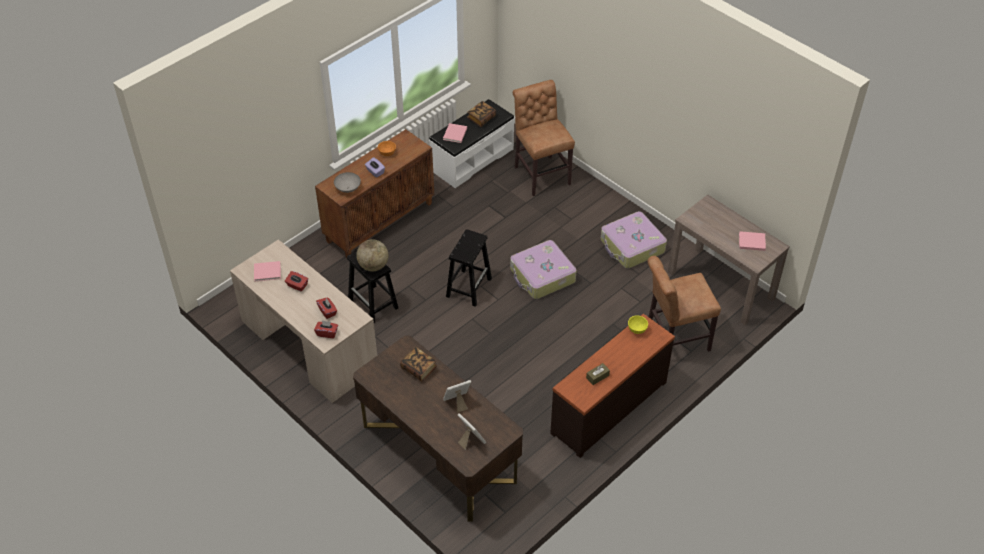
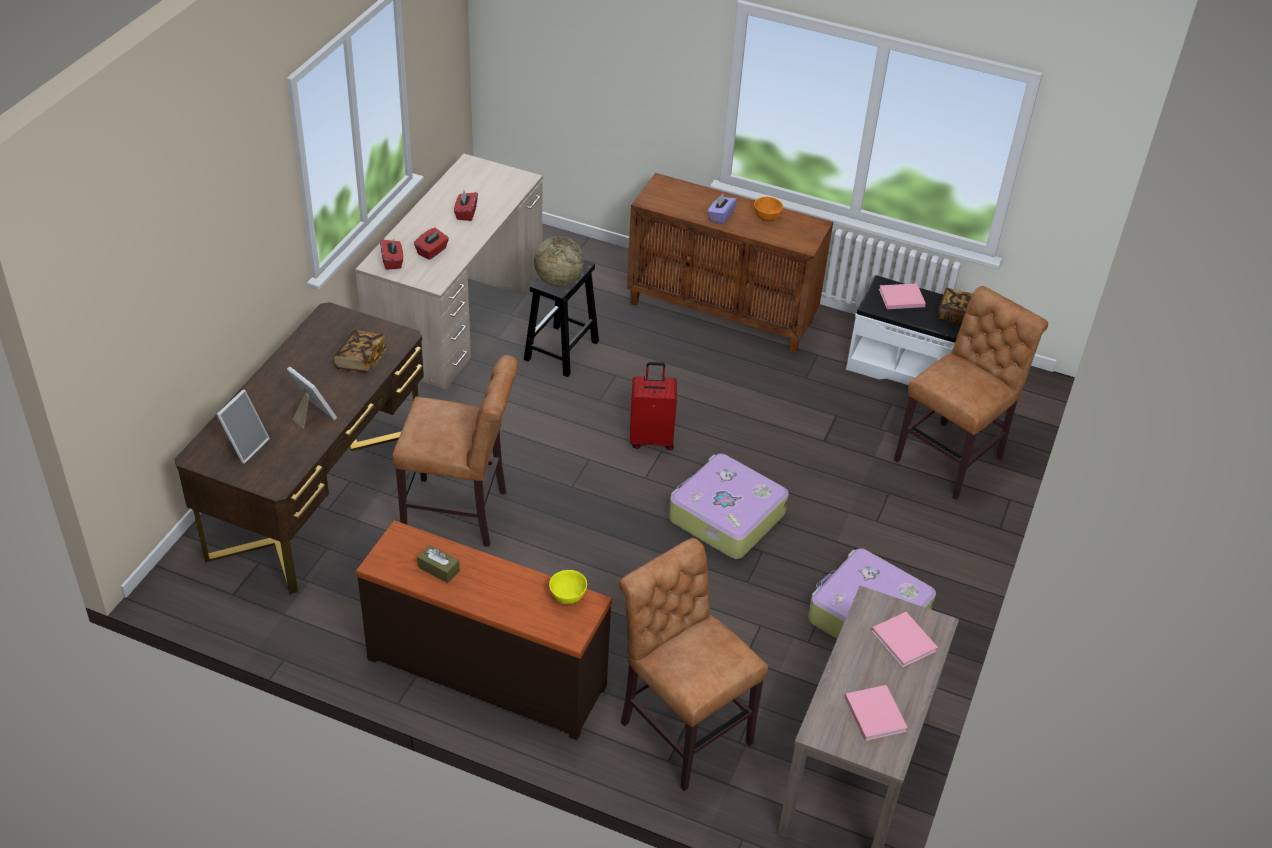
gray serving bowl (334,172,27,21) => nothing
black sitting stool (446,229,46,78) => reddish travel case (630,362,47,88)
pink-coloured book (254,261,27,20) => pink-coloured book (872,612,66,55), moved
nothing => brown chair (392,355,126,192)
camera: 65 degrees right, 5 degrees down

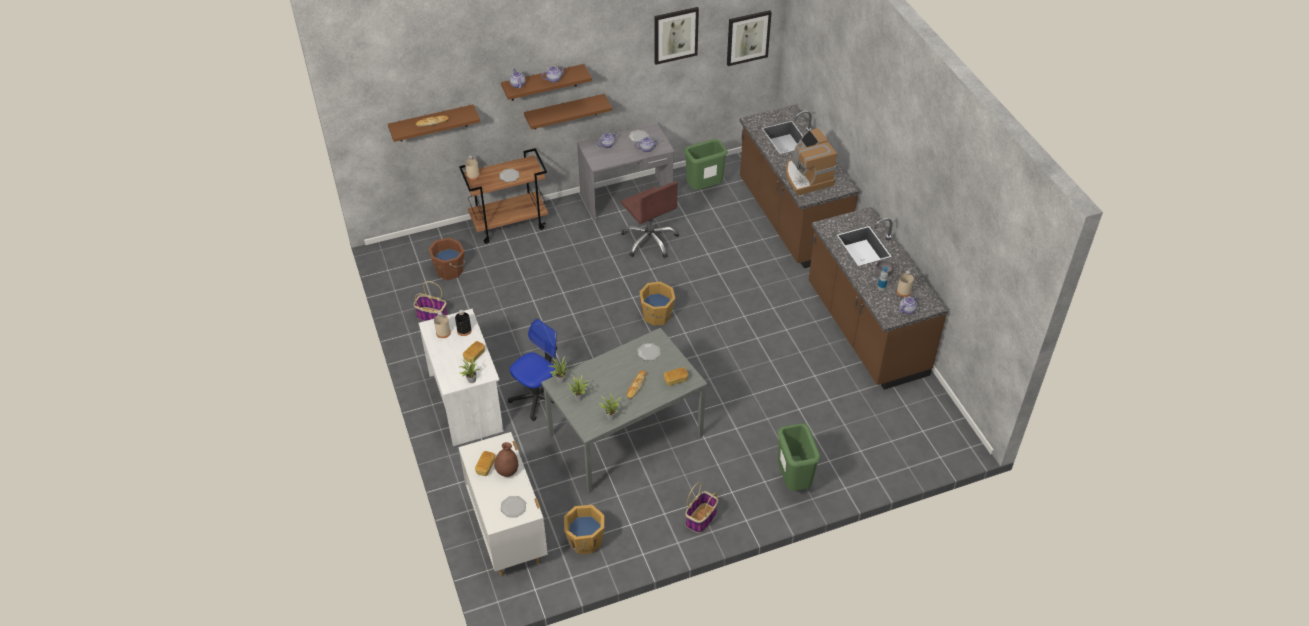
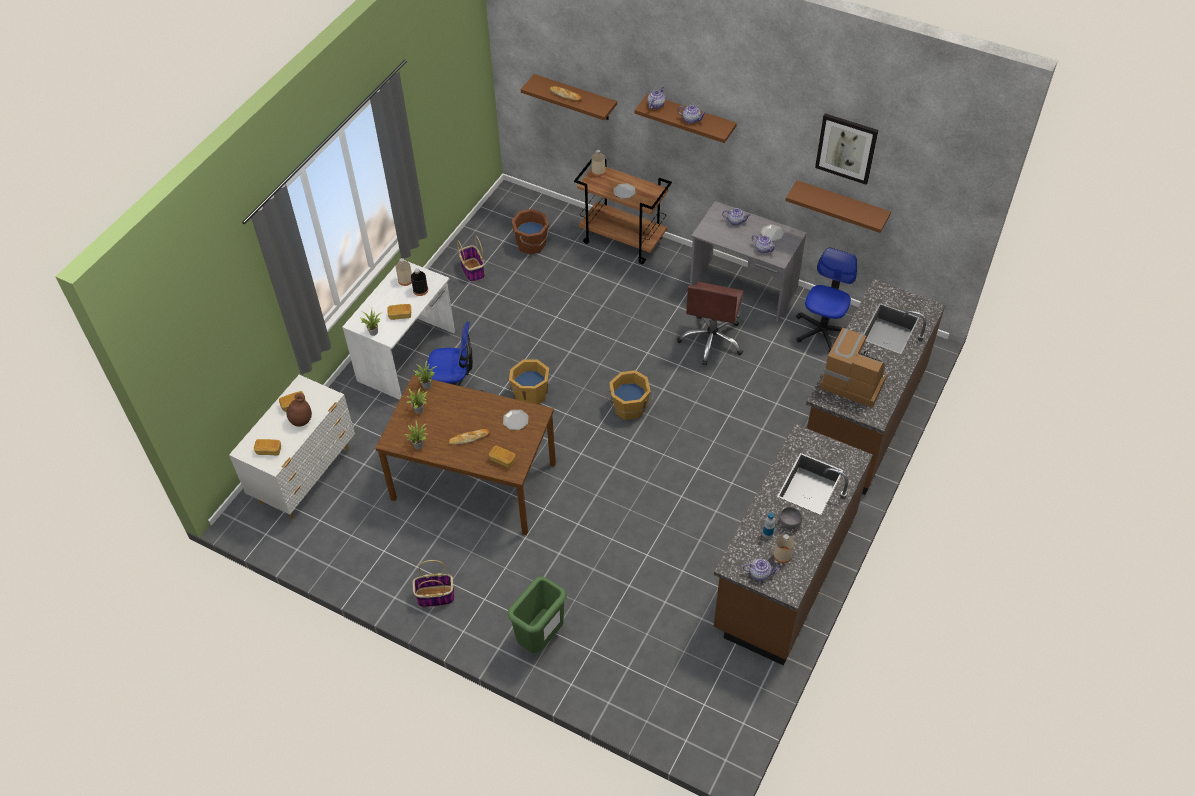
wall picture (727,10,45,56) => nothing
brown shelf (524,94,88,35) => brown shelf (785,180,106,53), moved
coffee brewer (786,128,51,68) => coffee brewer (819,328,68,80), 90 degrees clockwise
greenish rubbish bin (684,139,44,51) => desk chair (796,248,61,104)
gray kitchen table (541,328,166,165) => brown kitchen table (375,375,181,160)
dinner plate (501,496,25,21) => baked bread (254,439,27,16)
orangey water bucket (564,505,40,49) => orangey water bucket (509,360,40,45), moved
camera: 50 degrees right, 5 degrees up

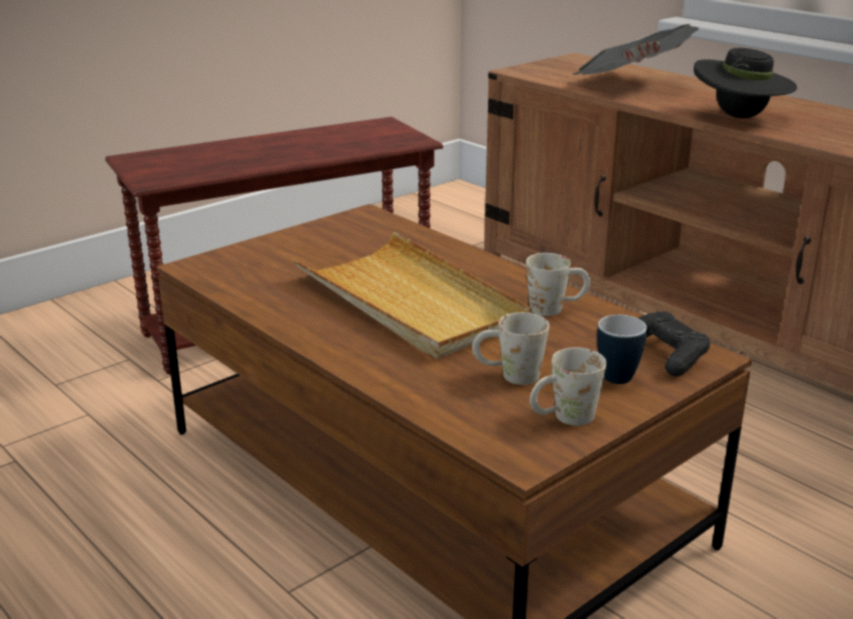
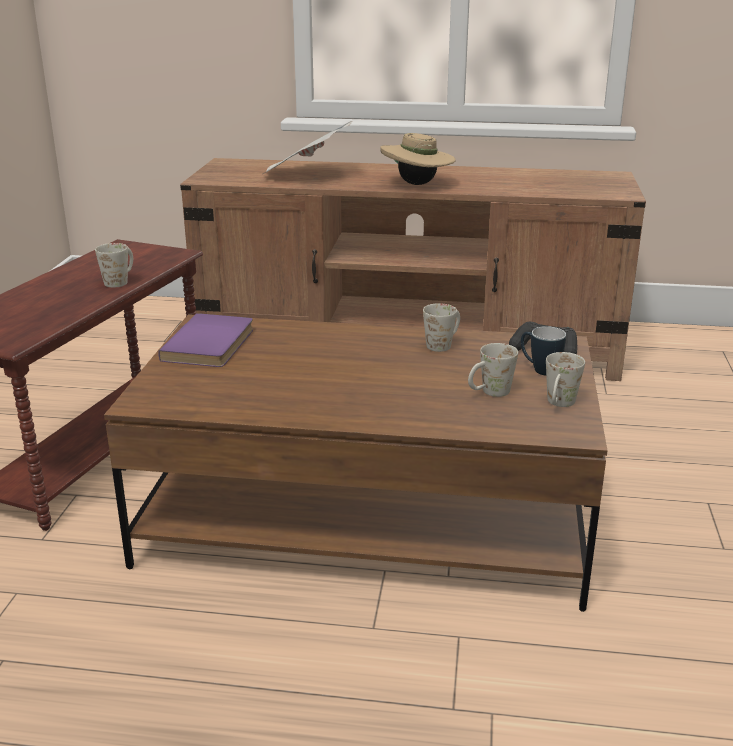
black clothing hat (694,48,103,70) => sand-coloured clothing hat (380,133,76,52)
sand-coloured tray (293,231,239,128) => nothing
nothing => whitish tea mug (95,243,38,45)
nothing => purple-coloured book (159,313,94,54)
camera: 40 degrees left, 0 degrees up

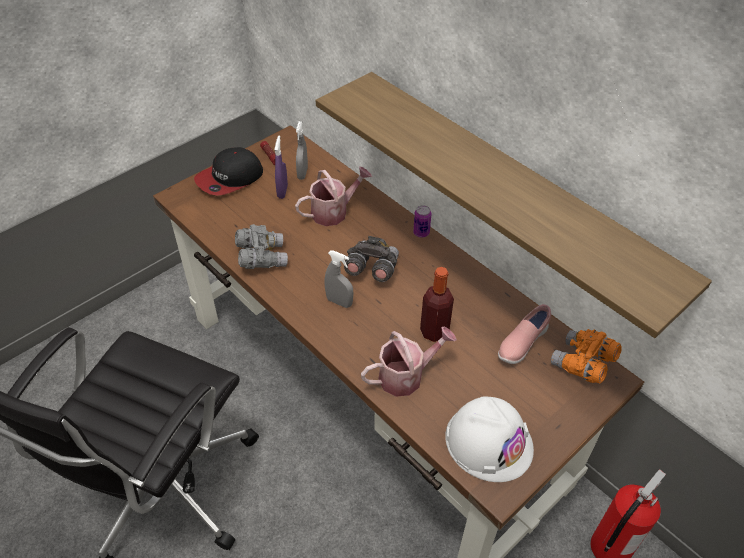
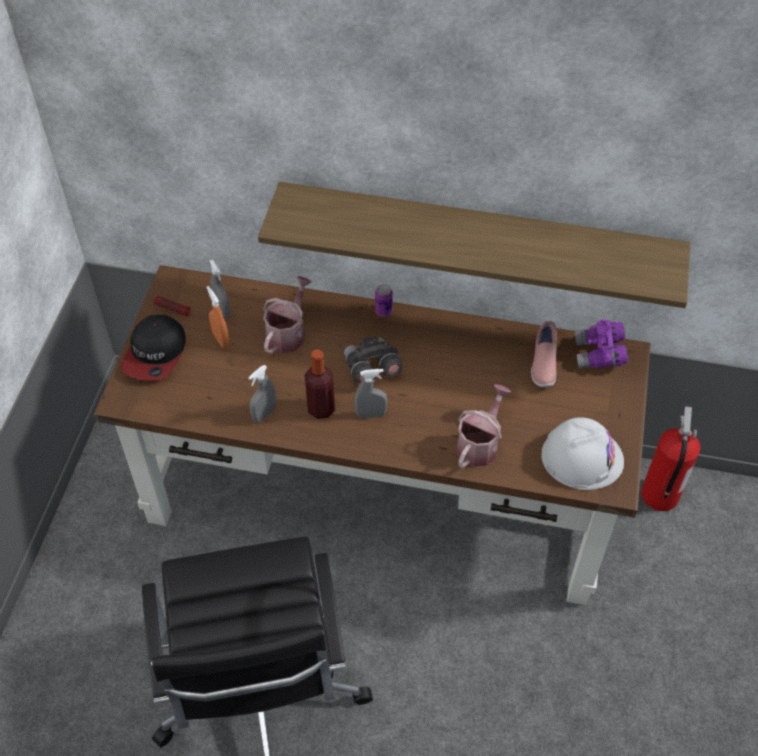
purple-coloured sprayer (274,136,14,63) => orangey sprayer (206,286,24,62)
gray field glasses (235,224,53,45) => gray sprayer (248,365,28,58)
beverage bottle (420,267,34,75) => beverage bottle (305,349,30,70), moved
orangey field glasses (551,329,71,54) => purple-coloured field glasses (575,320,53,48)
camera: 35 degrees left, 5 degrees up

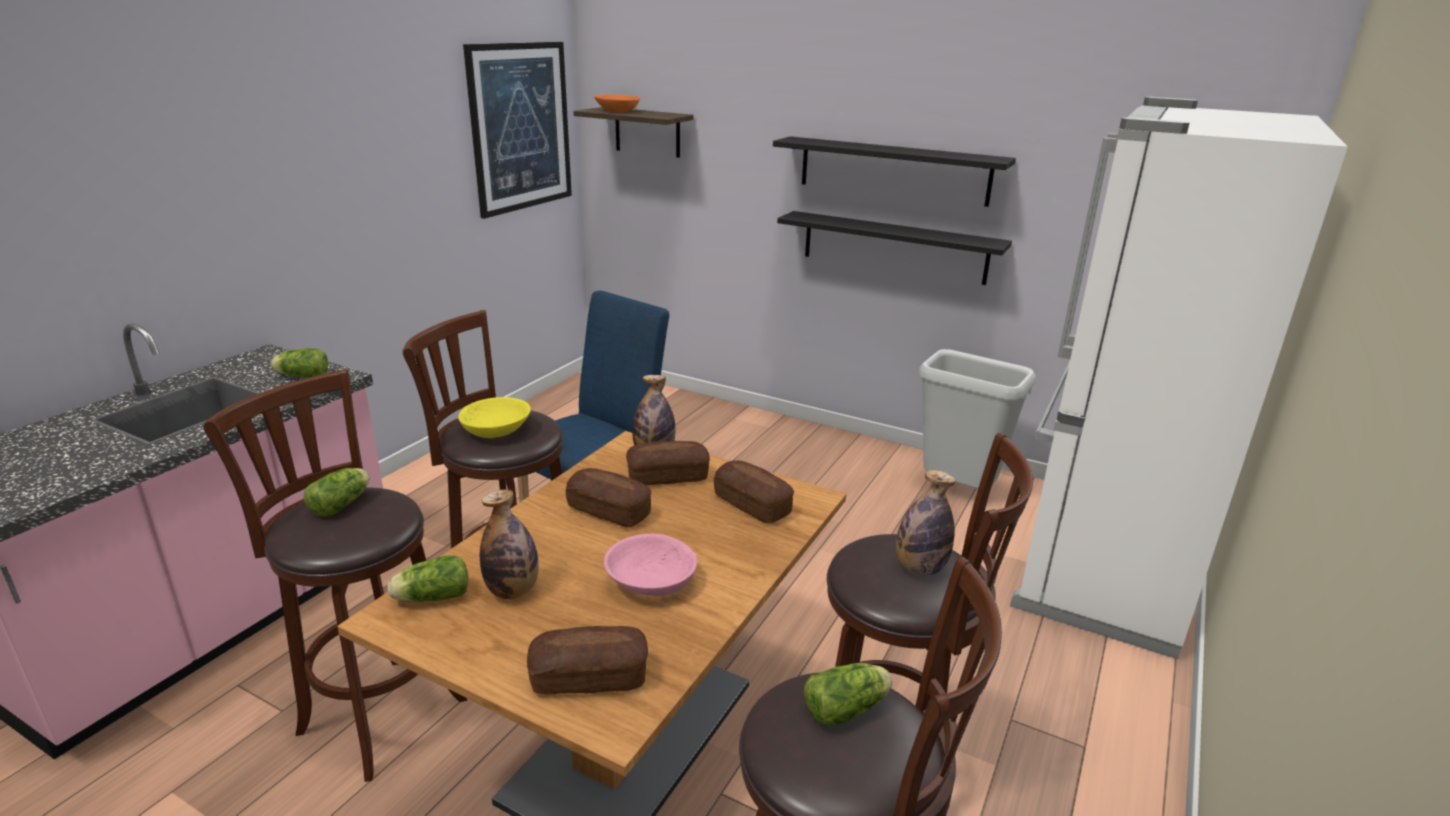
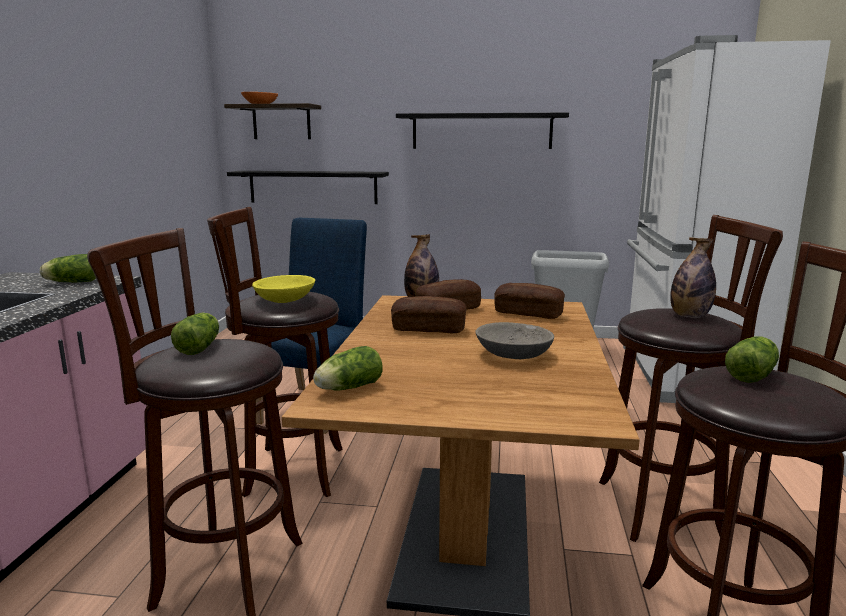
wall picture (463,42,109,177) => nothing
black shelf (777,211,235,74) => black shelf (227,171,162,33), moved
beverage bottle (480,489,59,110) => nothing
pink-coloured serving bowl (604,534,93,62) => gray serving bowl (475,322,79,37)
baked bread (527,626,121,69) => nothing
camera: 20 degrees left, 10 degrees down

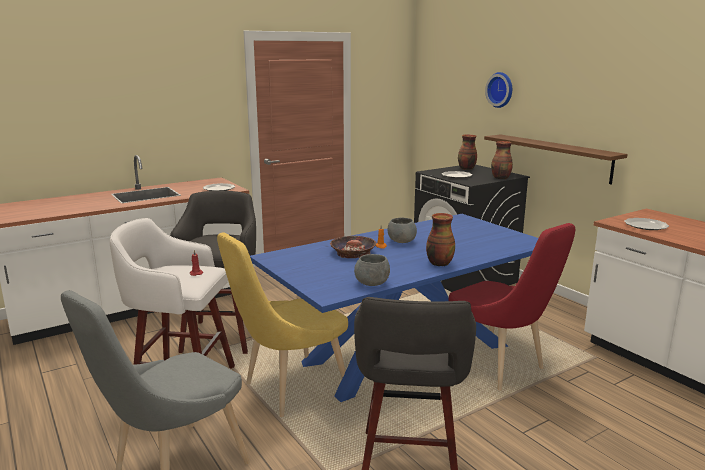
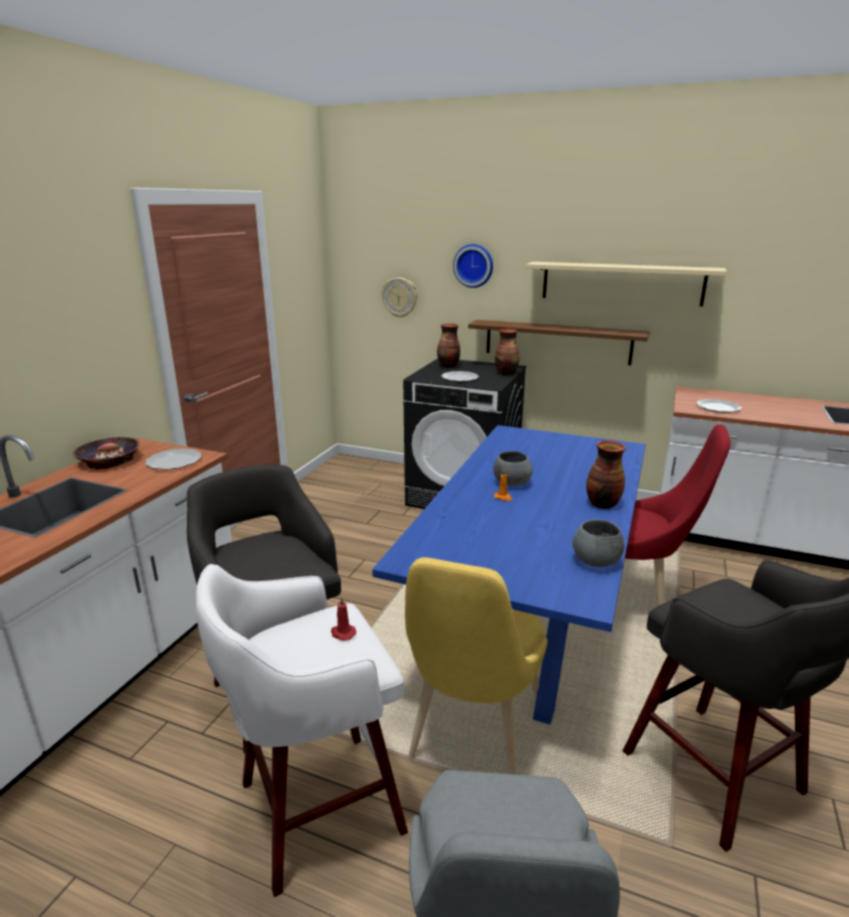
serving bowl (330,236,46,22) => serving bowl (73,437,67,33), moved
nothing => sand-coloured shelf (526,262,201,44)
nothing => clock on the wall (382,277,36,41)
camera: 35 degrees left, 5 degrees up

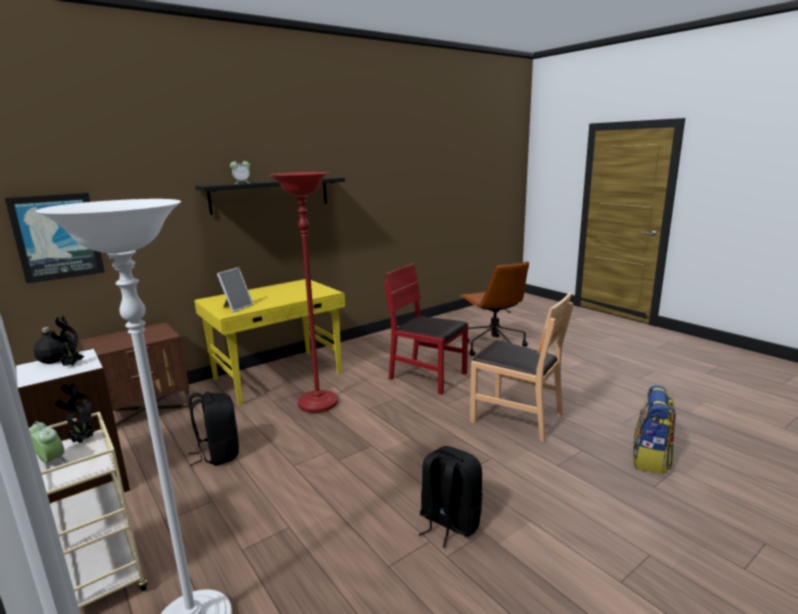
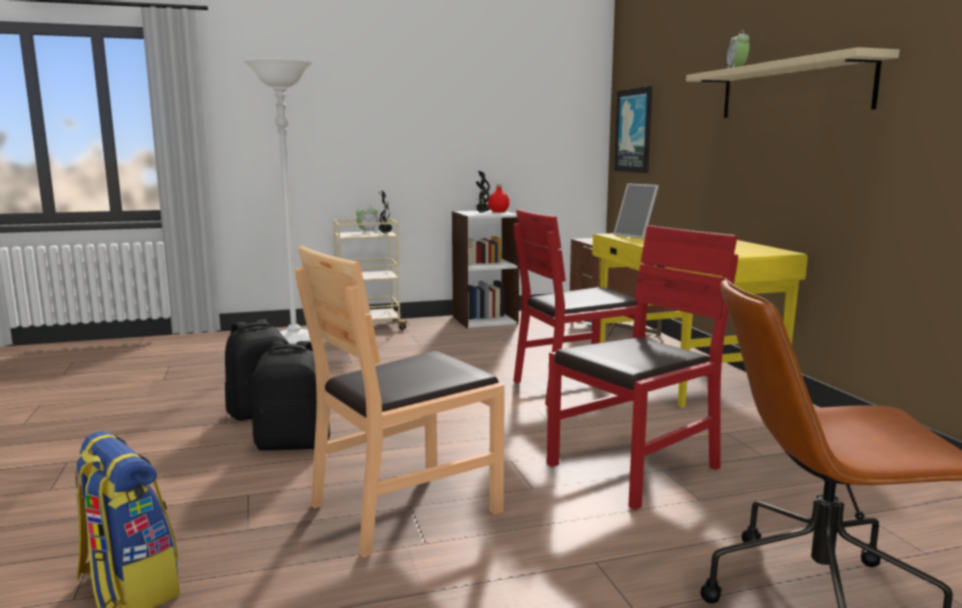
reddish floor lamp (270,172,68,241) => reddish chair (513,209,134,197)
black shelf (195,177,150,38) => sand-coloured shelf (686,47,214,71)
black beverage bottle (34,327,33,37) => reddish beverage bottle (488,184,22,28)
black backpack (189,392,50,74) => black backpack (251,341,79,110), moved
camera: 110 degrees right, 5 degrees down

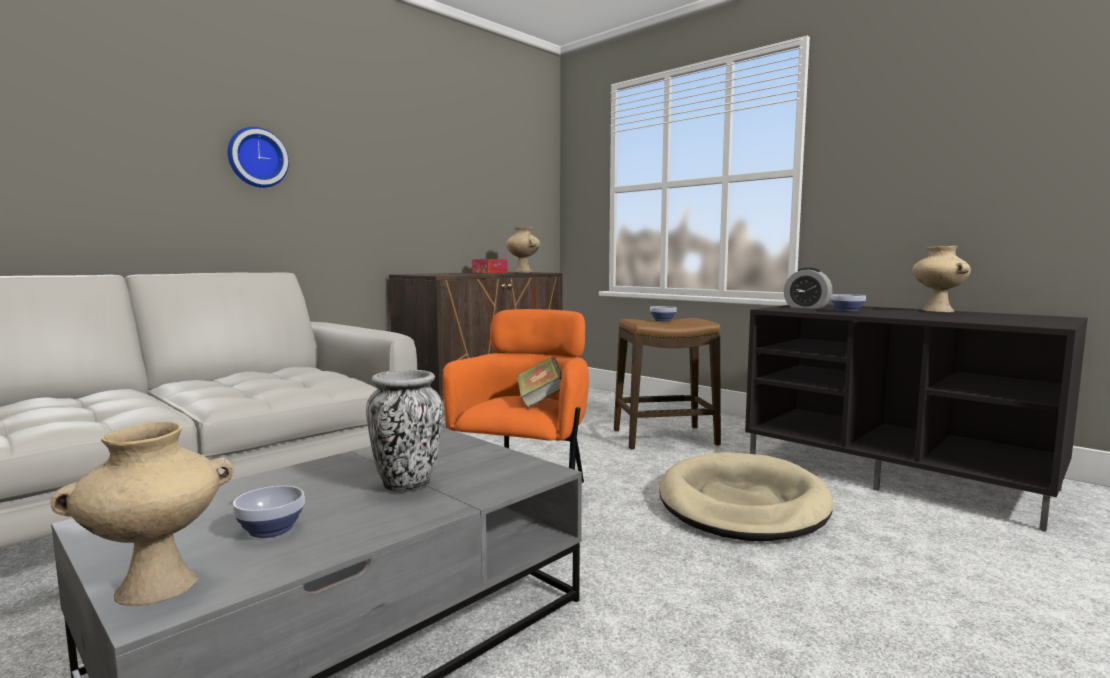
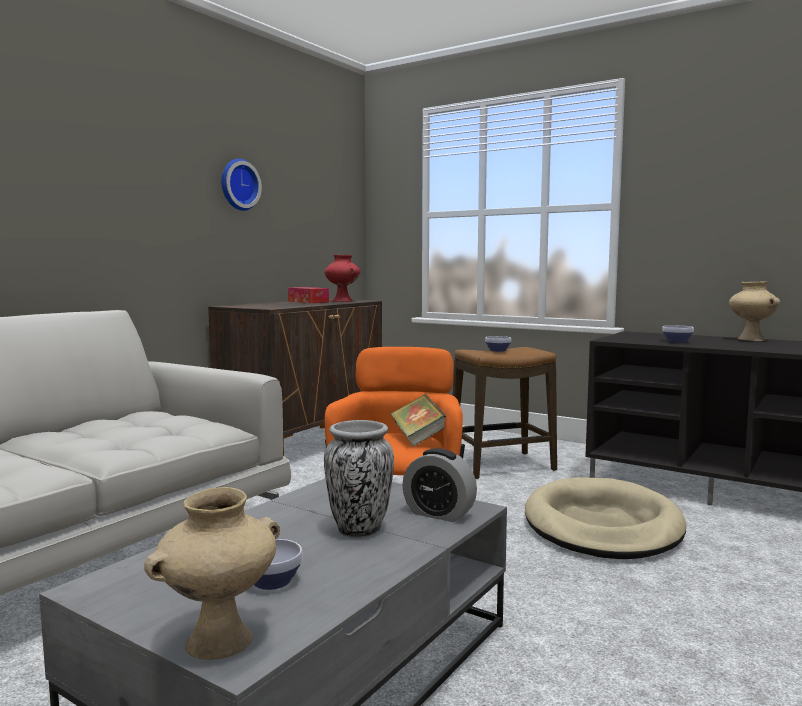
clock on the wall (228,127,61,61) => clock on the wall (221,159,41,52), moved
sand-coloured vase (506,227,34,46) => reddish vase (325,255,35,47)
bedside clock (784,268,49,41) => bedside clock (402,448,75,74), moved
camera: 10 degrees left, 0 degrees up

